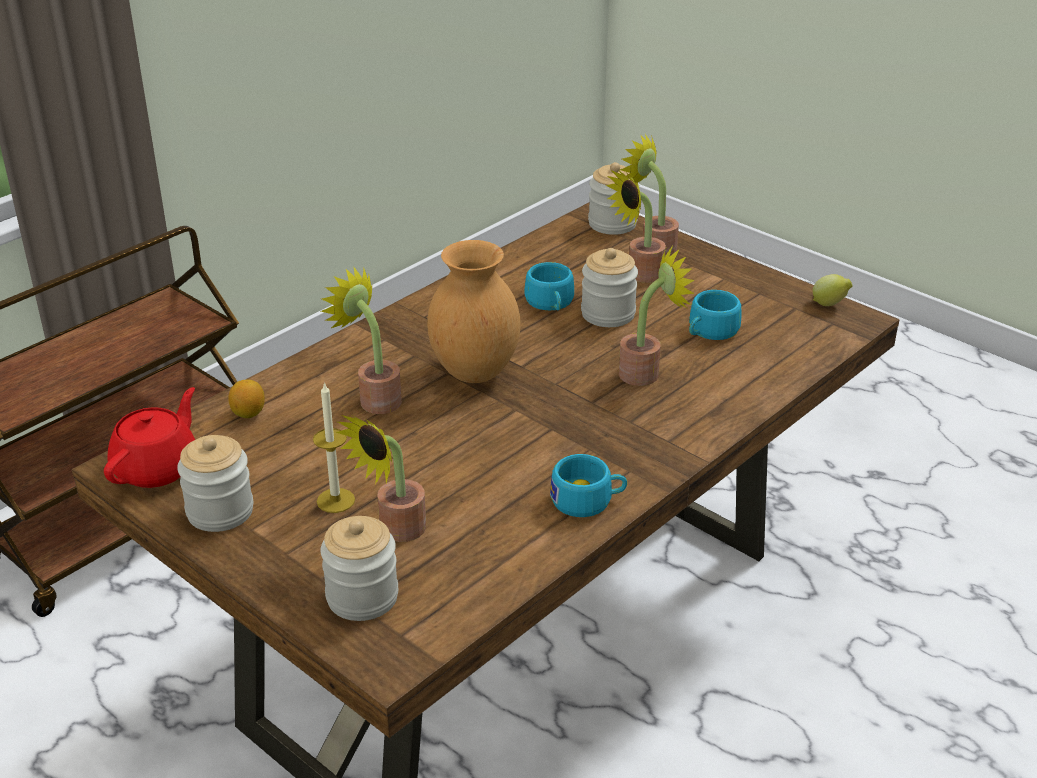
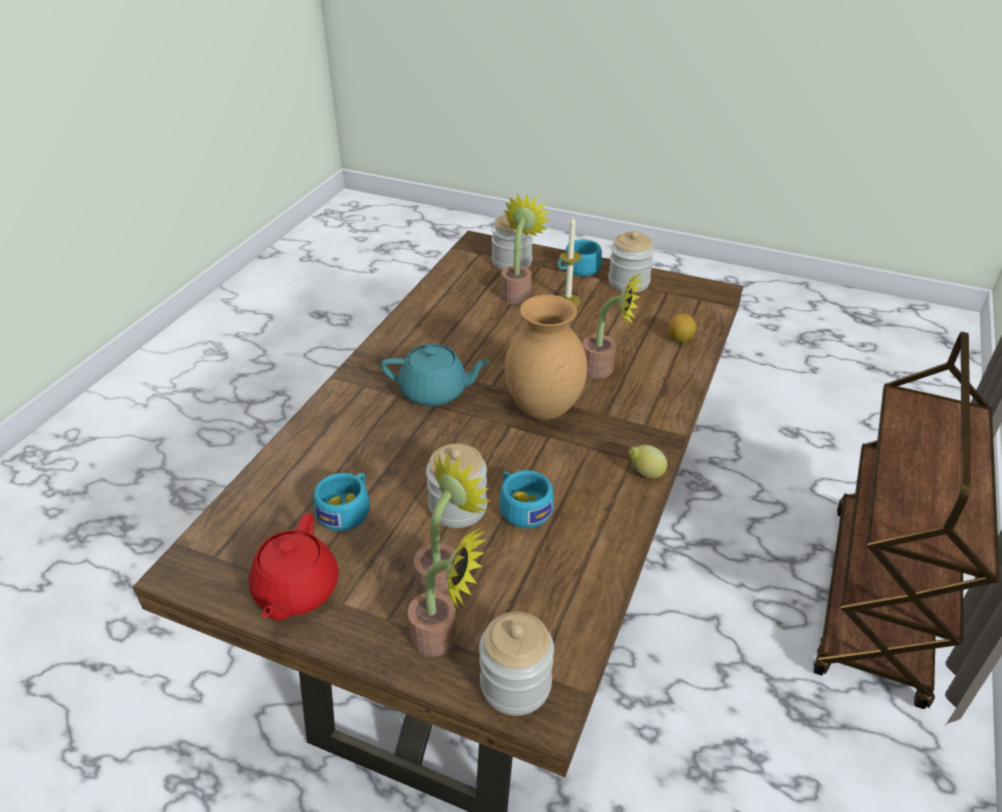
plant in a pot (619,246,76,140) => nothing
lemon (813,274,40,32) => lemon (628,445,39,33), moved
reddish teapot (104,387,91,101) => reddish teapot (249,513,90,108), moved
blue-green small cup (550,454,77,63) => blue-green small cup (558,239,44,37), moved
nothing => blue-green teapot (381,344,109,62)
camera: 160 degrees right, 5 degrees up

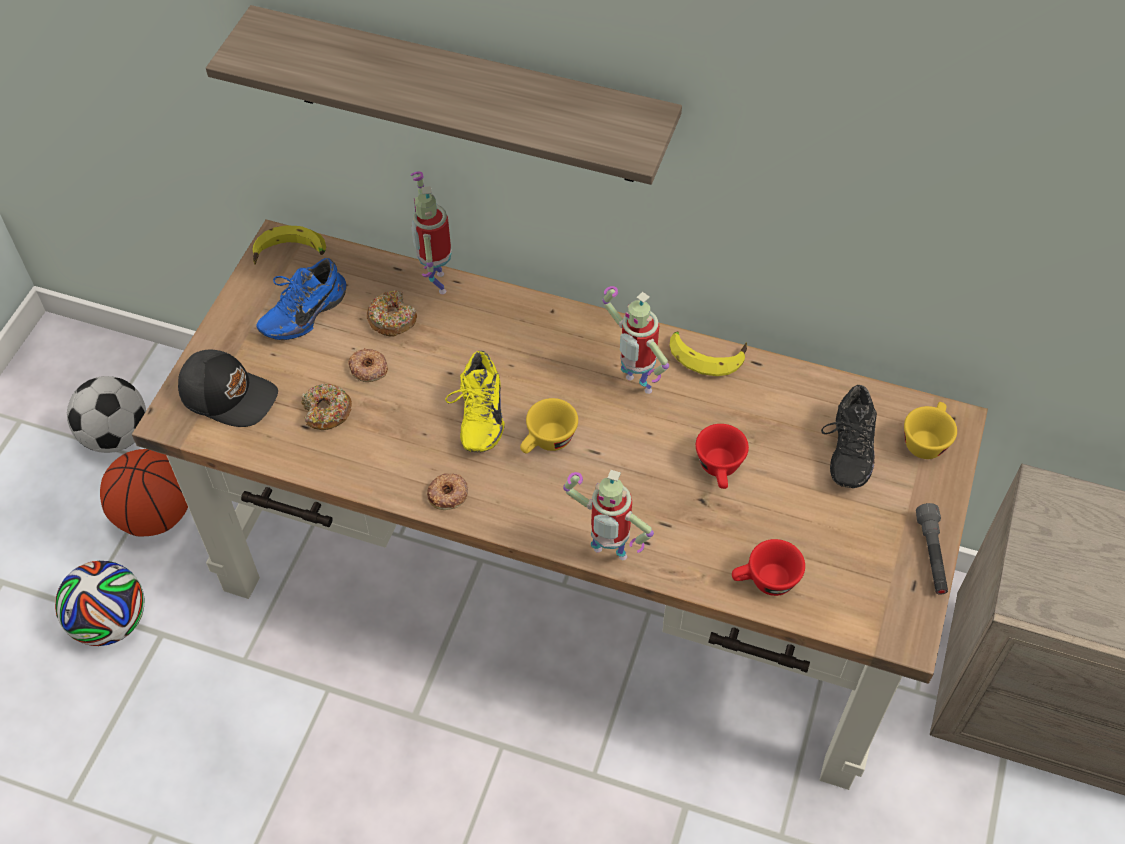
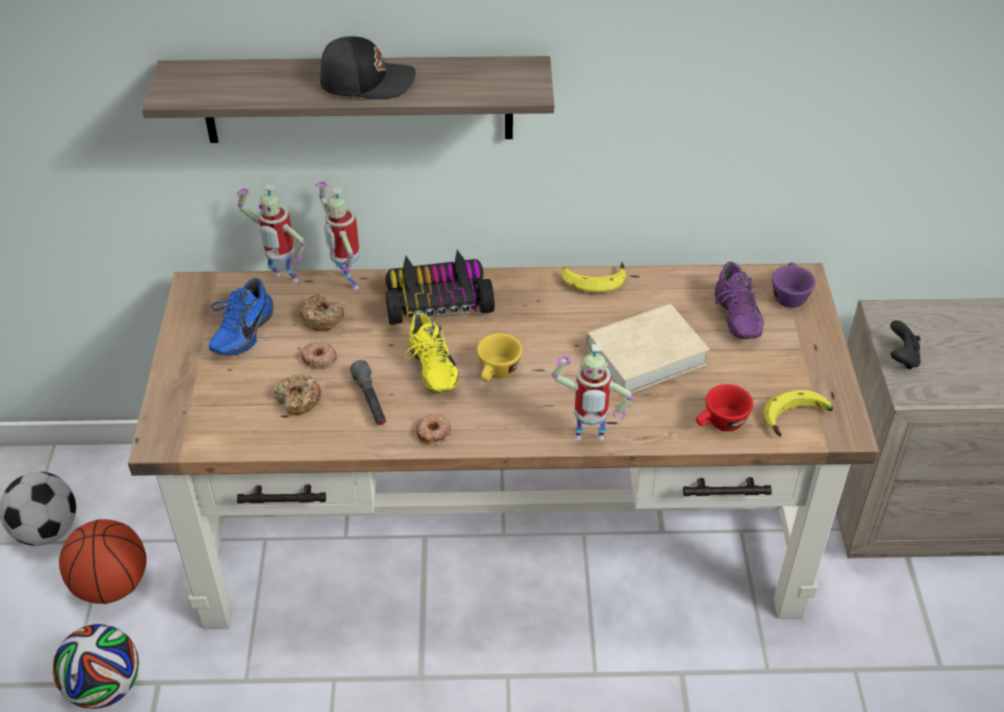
banana fruit (253,225,73,40) => banana fruit (763,390,70,47), moved
robot figure (602,286,67,108) => robot figure (237,184,69,99), moved
black cap (178,350,100,77) => black cap (320,36,96,63), moved
black low shoe (821,385,56,103) => purple-coloured low shoe (715,262,49,77)
yellow small cup (904,402,53,57) => purple-coloured small cup (772,262,43,46)
reddish small cup (696,424,53,65) => sand-coloured book (585,304,125,93)
gray torch (916,503,32,92) => gray torch (350,360,36,65), moved
nothing => model car (386,250,109,75)
nothing => black game controller (890,320,31,50)
camera: 20 degrees left, 10 degrees down

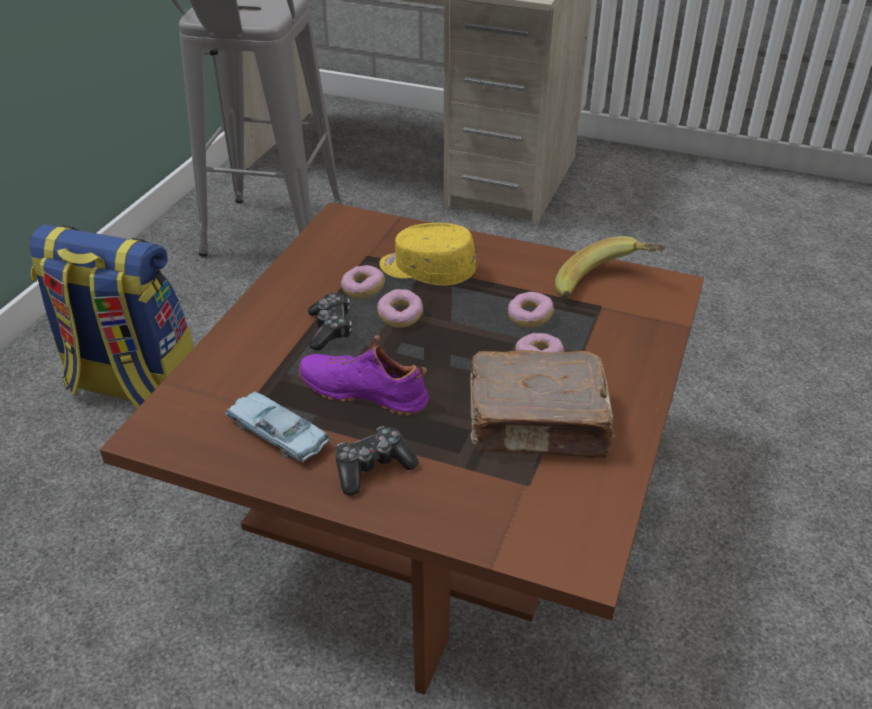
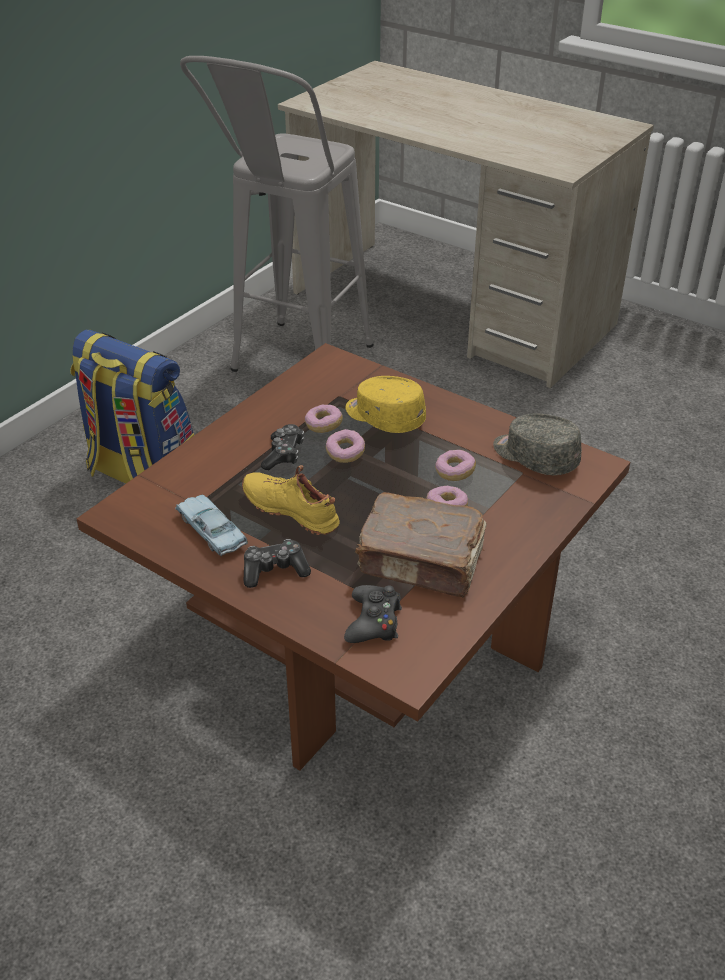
banana fruit (555,236,111,63) => gray cap (493,414,89,61)
purple-coloured low shoe (299,335,130,81) => yellow low shoe (242,465,98,70)
nothing => black game controller (344,585,58,58)
camera: 15 degrees right, 0 degrees up

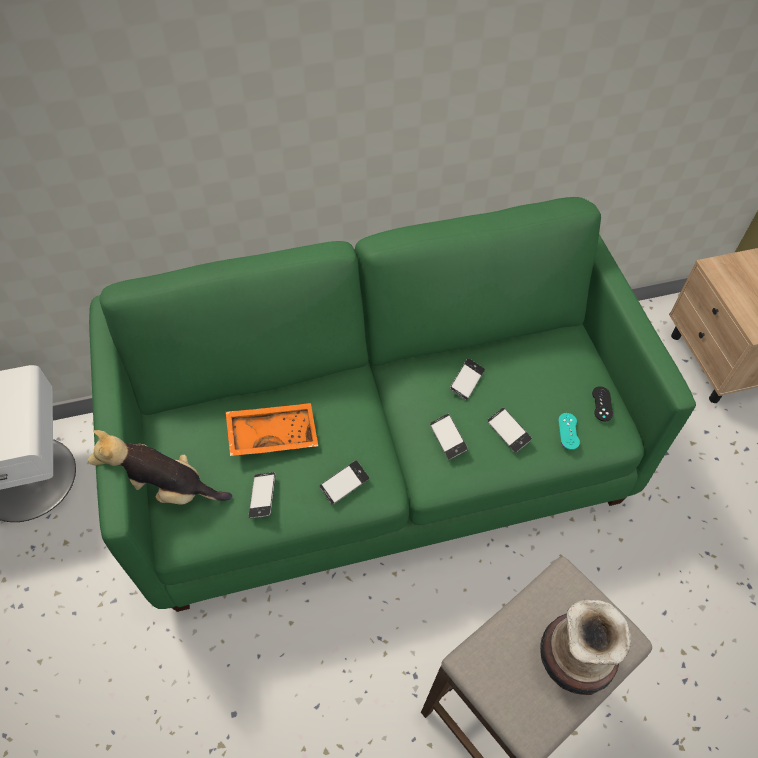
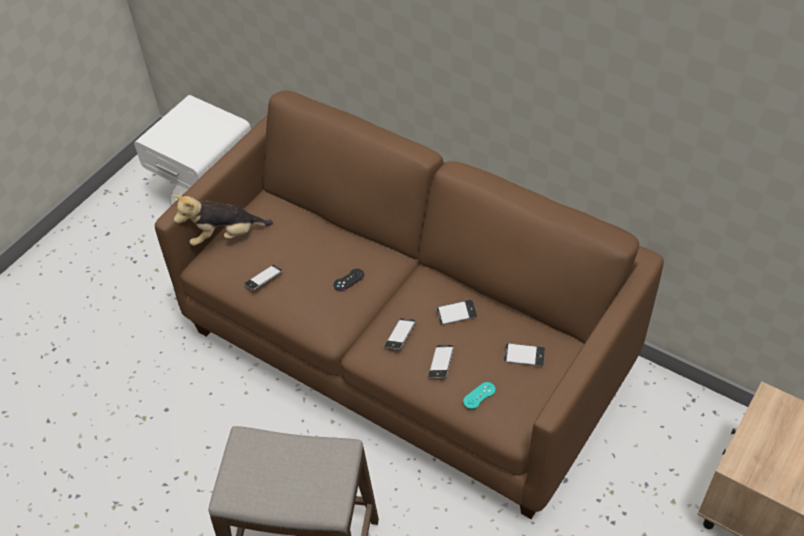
greenish settee (89,197,607,415) => brown settee (155,90,509,429)
black game controller (592,386,21,36) => black game controller (334,269,30,22), moved
orangey tray (226,403,92,53) => nothing
soft toy (88,430,144,75) => soft toy (173,195,100,51), 75 degrees counterclockwise
handset (319,460,50,45) => handset (504,343,41,23), moved
vase (540,600,91,95) => nothing
camera: 50 degrees right, 5 degrees down

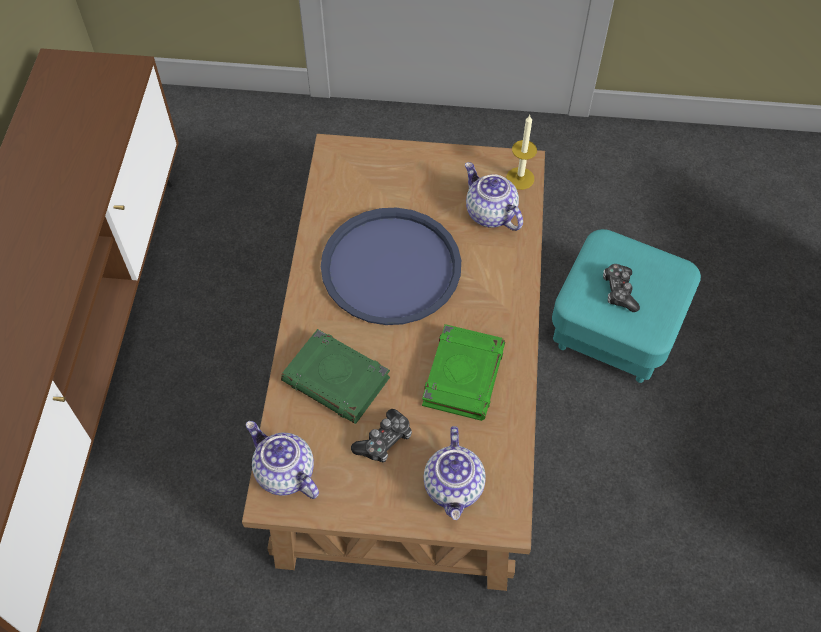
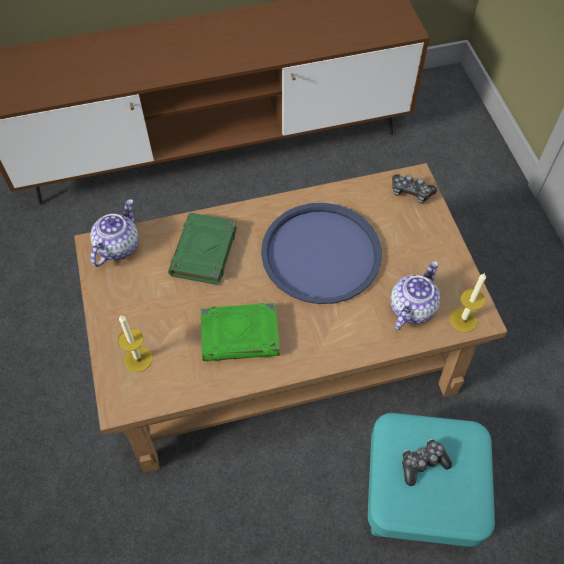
game controller (351,409,61,53) => game controller (392,174,45,30), moved
teapot (424,426,62,94) => candle (118,315,34,57)
camera: 70 degrees right, 0 degrees up

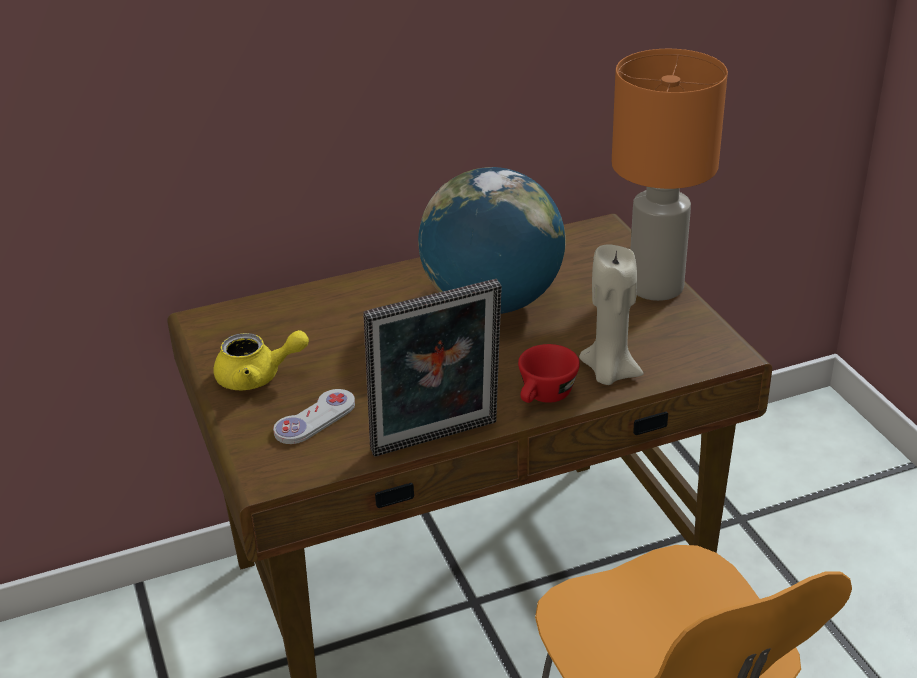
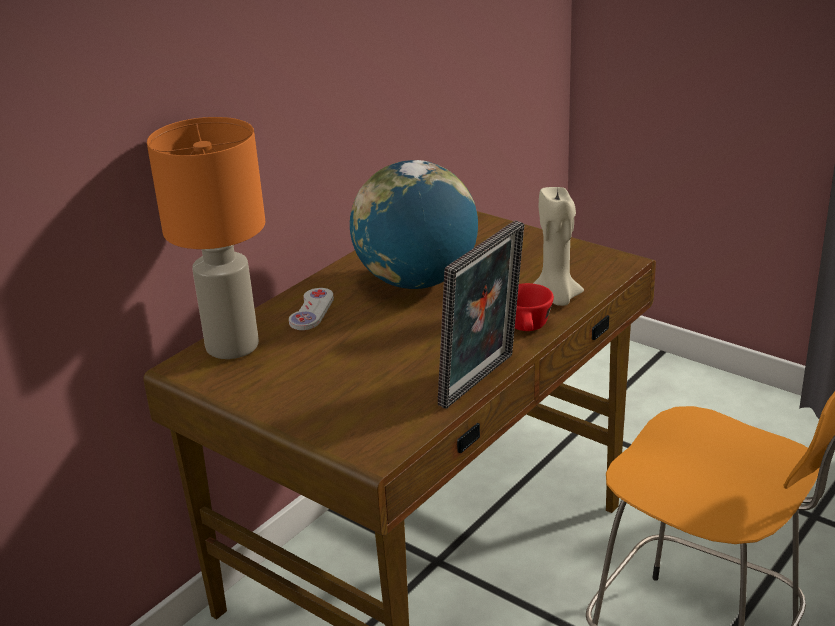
orangey tabletop lamp (612,49,116,252) => orangey tabletop lamp (147,117,119,242), moved
yellow teapot (213,330,96,60) => nothing
whitish game controller (273,389,82,55) => whitish game controller (289,288,45,42), moved
camera: 30 degrees left, 5 degrees down

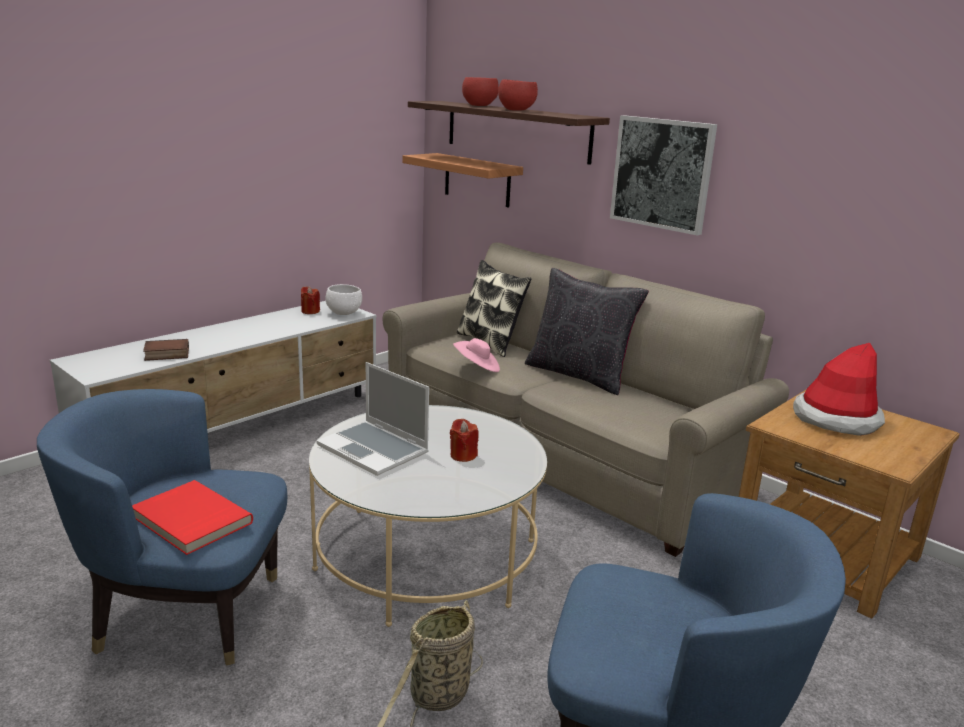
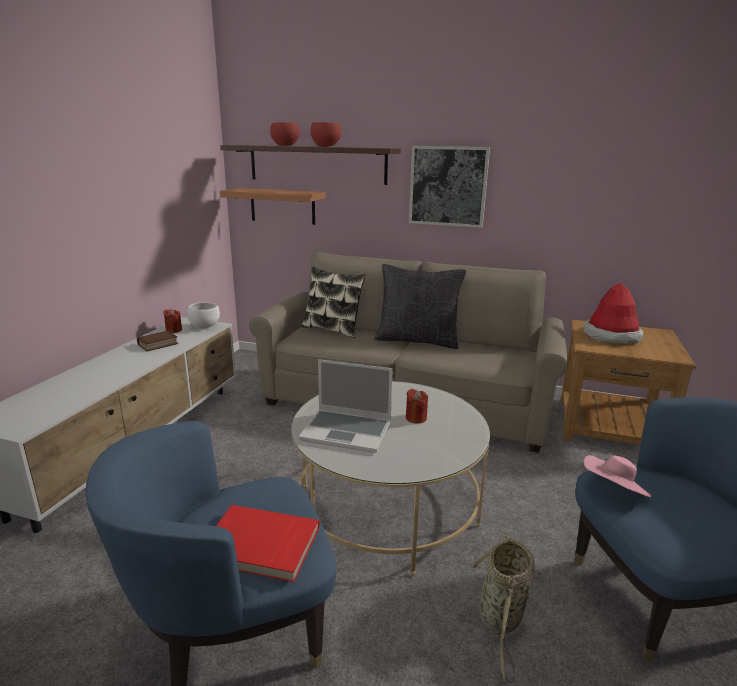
pink-coloured clothing hat (453,338,47,34) => pink-coloured clothing hat (584,455,67,42), moved
book (143,339,46,22) => book (137,331,41,20), moved
camera: 25 degrees left, 0 degrees up

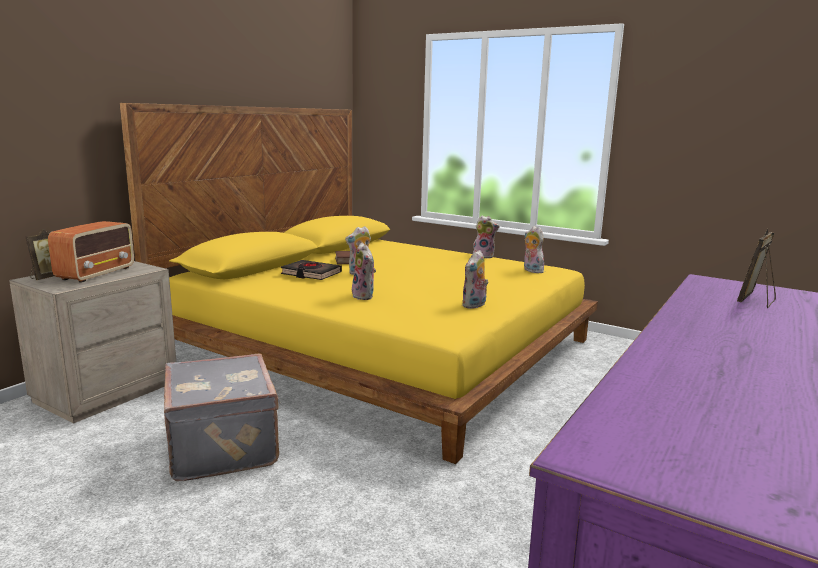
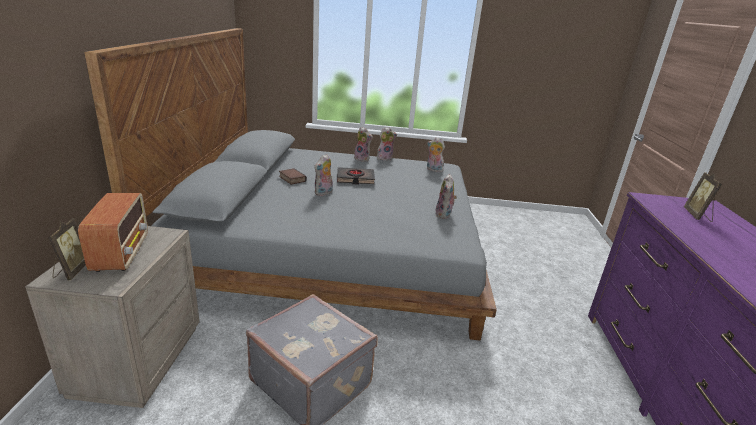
yellow bedroom bed (119,103,479,361) => gray bedroom bed (84,28,413,313)
soft toy (352,243,24,57) => soft toy (354,127,19,35), moved
black book (281,260,61,20) => black book (337,167,38,18), moved
camera: 30 degrees left, 10 degrees up

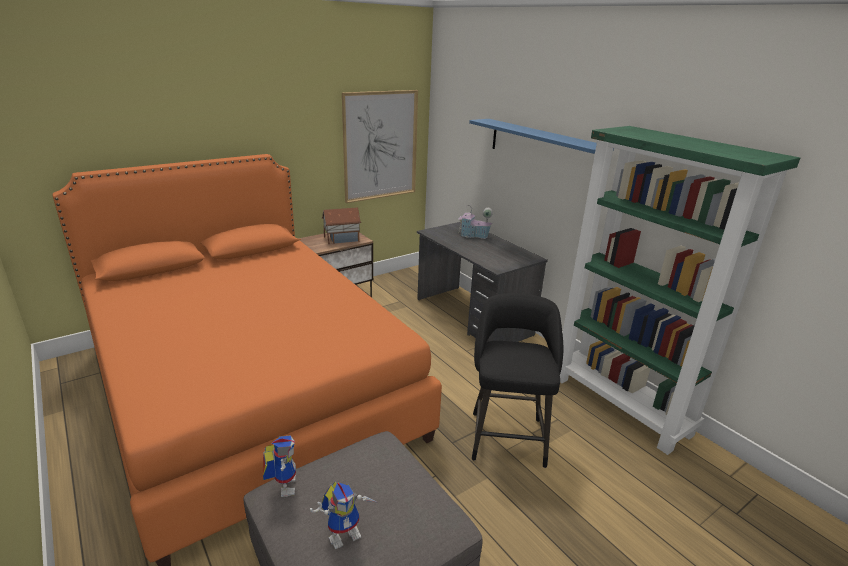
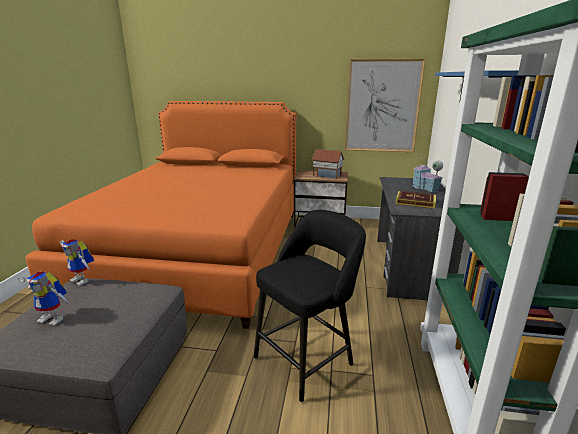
robot figure (263,435,33,62) => robot figure (60,239,34,47), 90 degrees clockwise
nothing => book (395,191,41,18)
camera: 45 degrees right, 5 degrees down

